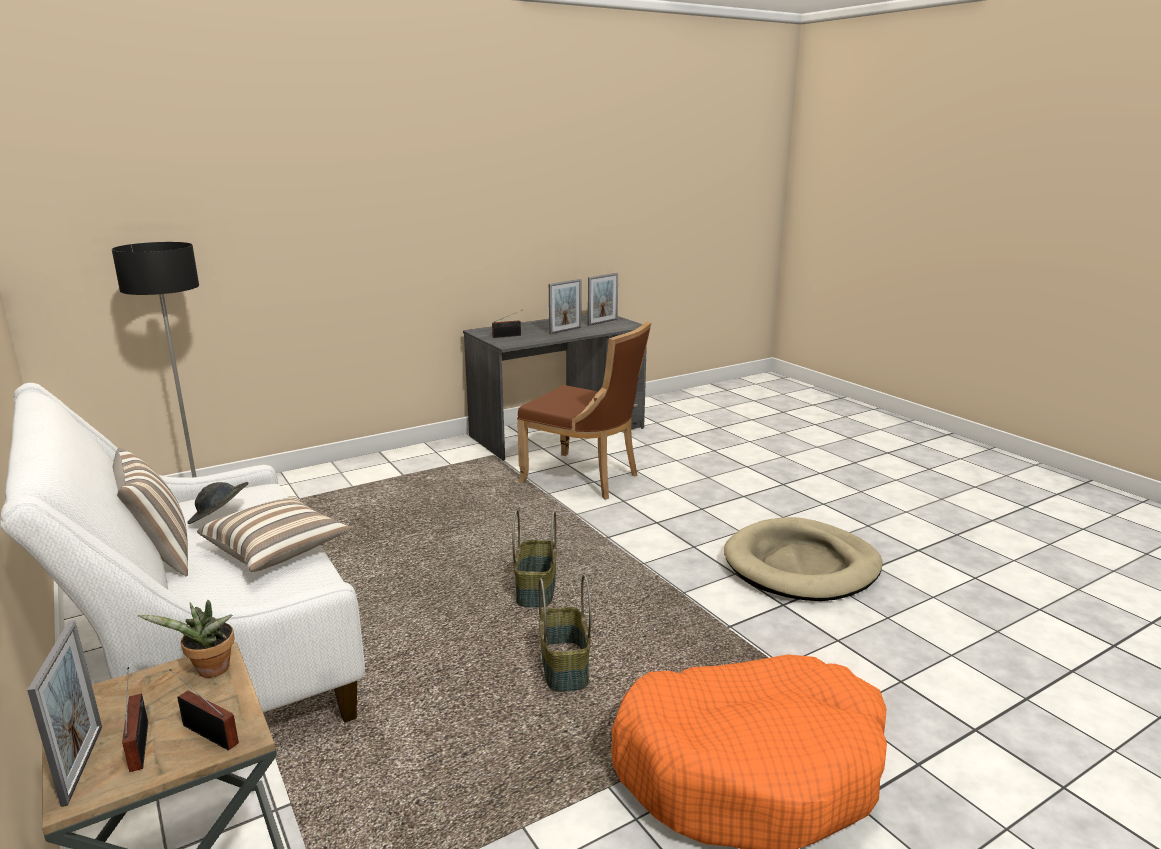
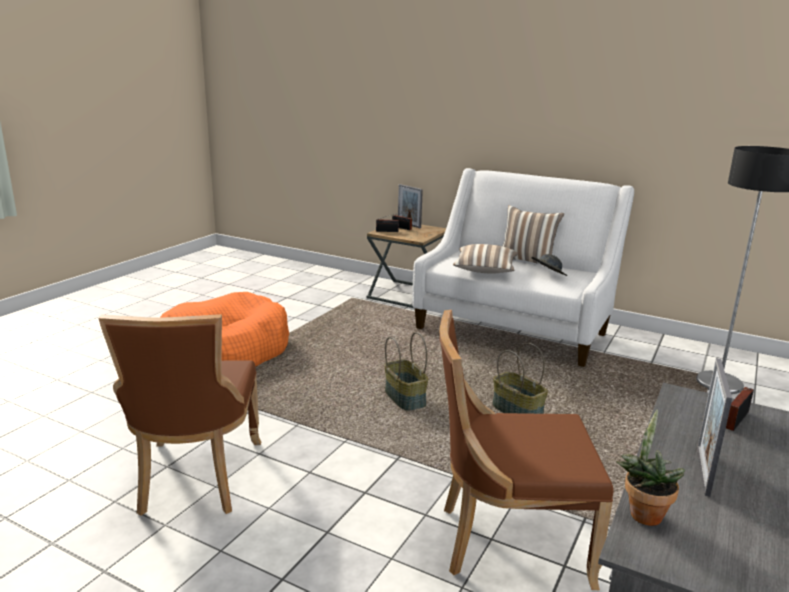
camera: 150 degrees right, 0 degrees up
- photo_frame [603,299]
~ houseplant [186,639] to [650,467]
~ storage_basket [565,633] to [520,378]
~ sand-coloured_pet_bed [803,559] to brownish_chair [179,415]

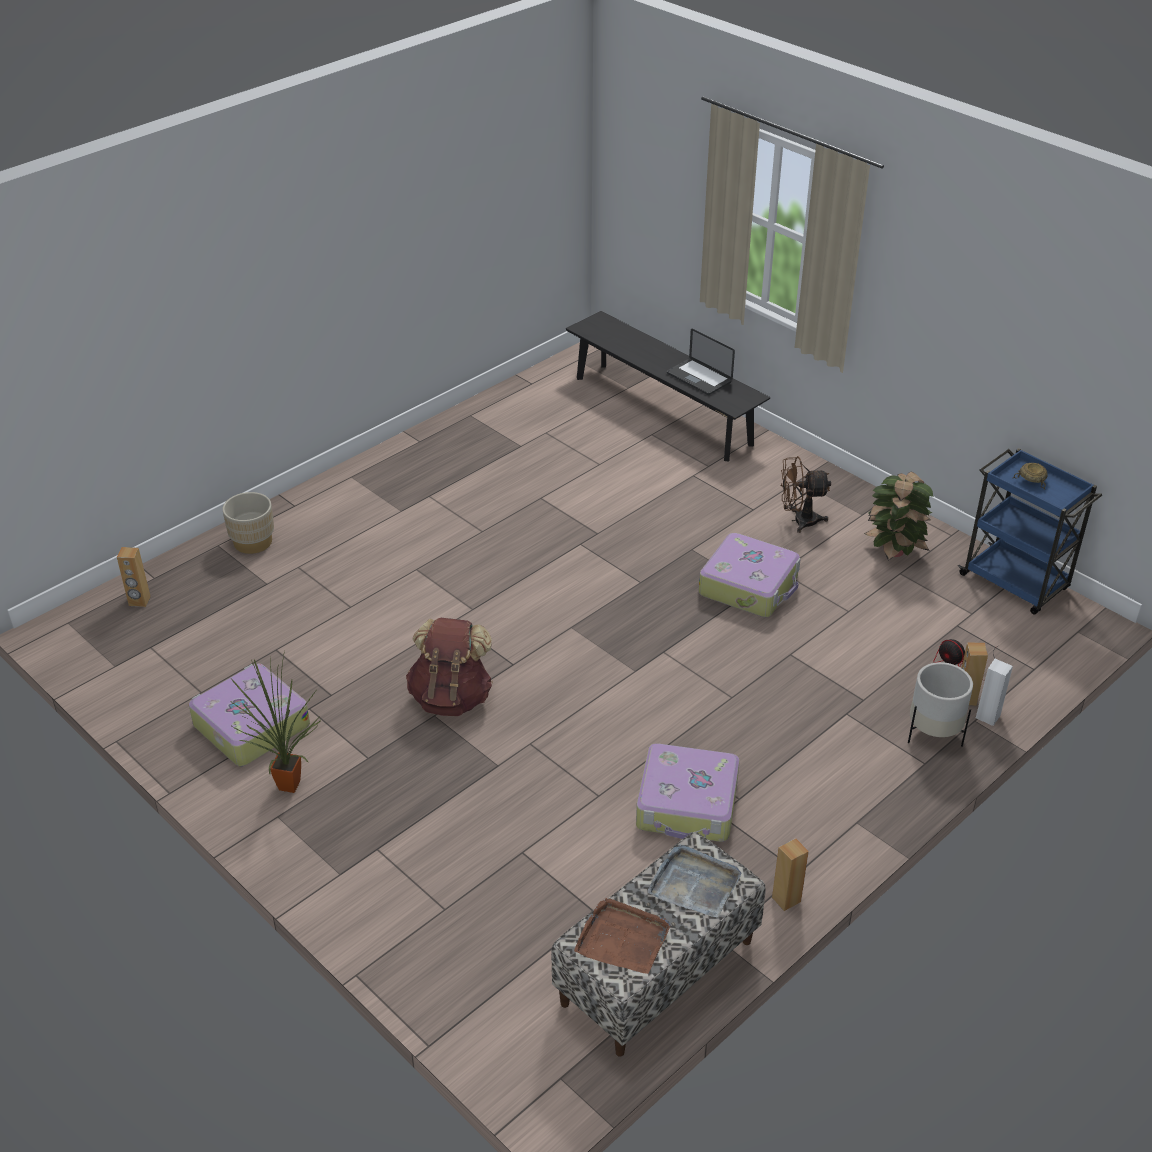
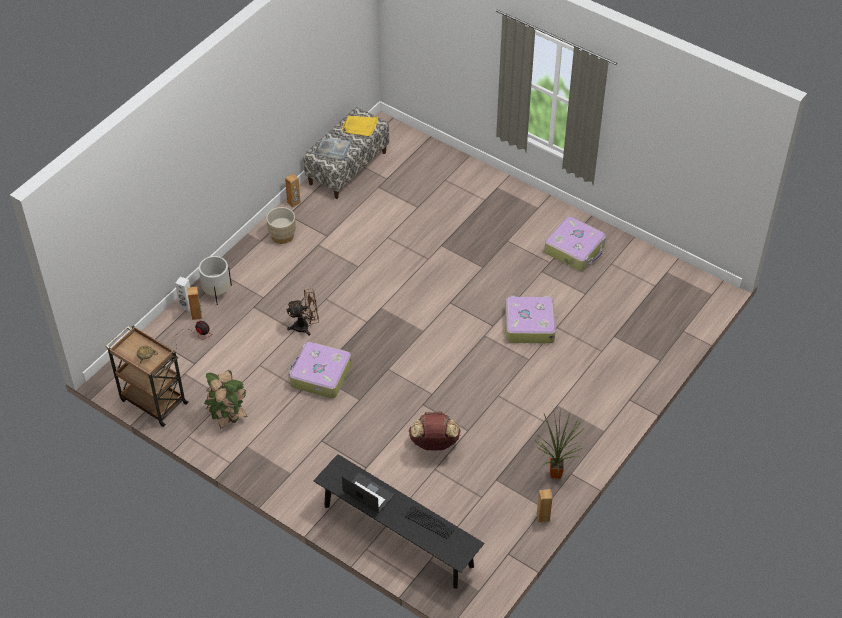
camera: 170 degrees right, 10 degrees up
+ keyboard [429,523]
~ brownish_loudspeaker [134,577] to [544,505]
~ sand-coloured_planter [248,523] to [281,225]
~ houseplant [275,722] to [560,442]
~ brownish_rucksack [449,667] to [435,430]
~ piece_of_luggage [688,792] to [530,319]
~ brownish_electric_fan [806,494] to [302,312]
~ brownish_carrying_tray [622,936] to yellow_carrying_tray [360,126]
~ blue-coloured_cart [1030,531] to brownish_cart [147,376]

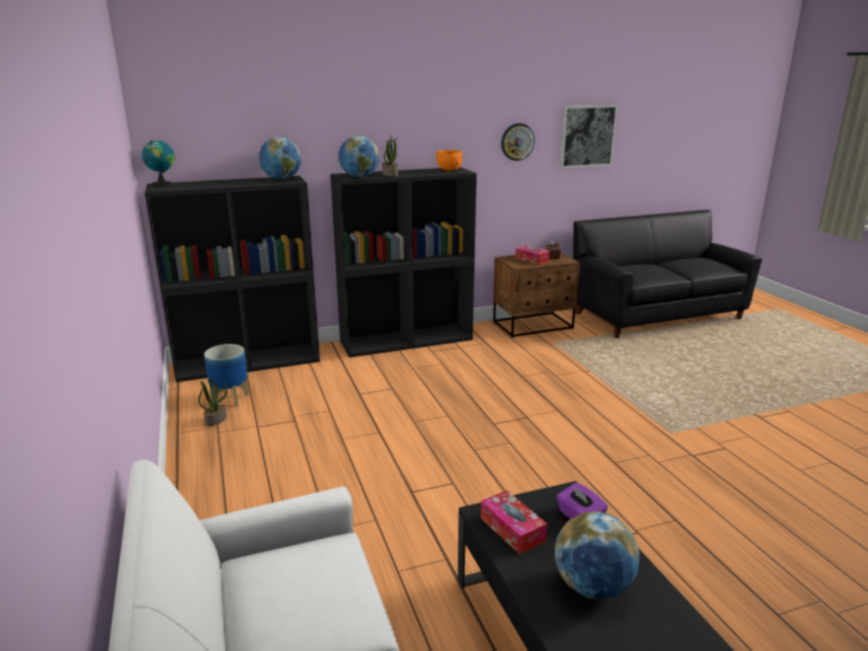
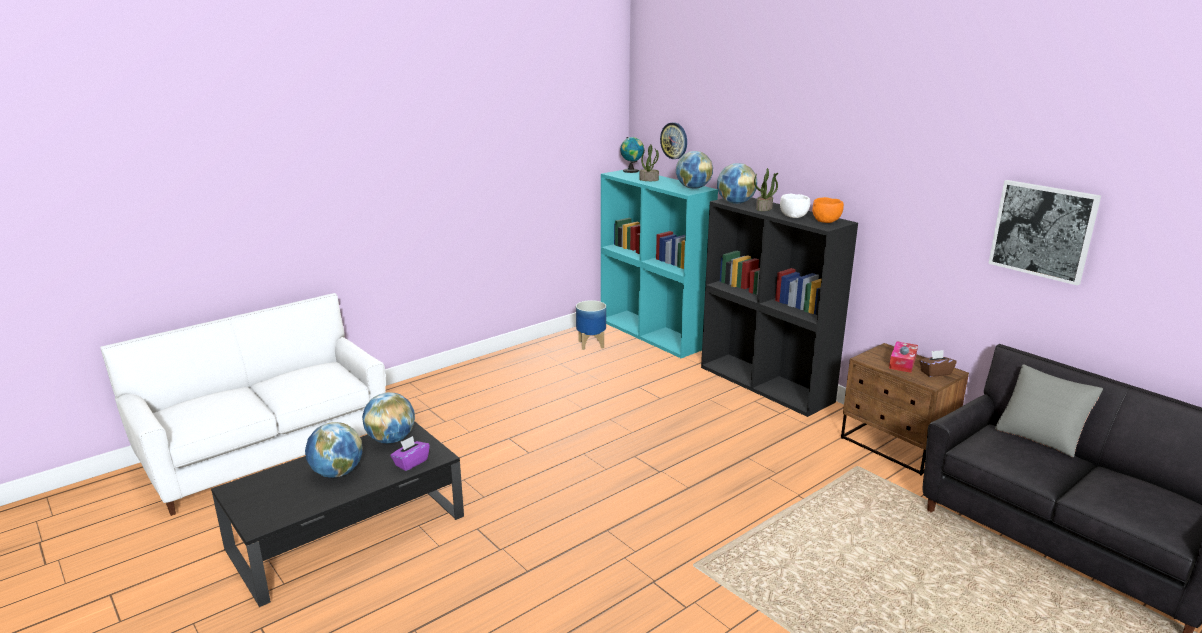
camera: 70 degrees right, 0 degrees up
+ white-coloured_deep_dish [795,206]
+ gray_throw_pillow [1049,411]
~ houseplant [213,402] to [649,163]
~ hanging_clock [518,142] to [673,140]
~ box_of_tissues [513,522] to world_globe [388,417]
~ black-coloured_bookshelf [232,279] to turquoise_bookshelf [659,264]

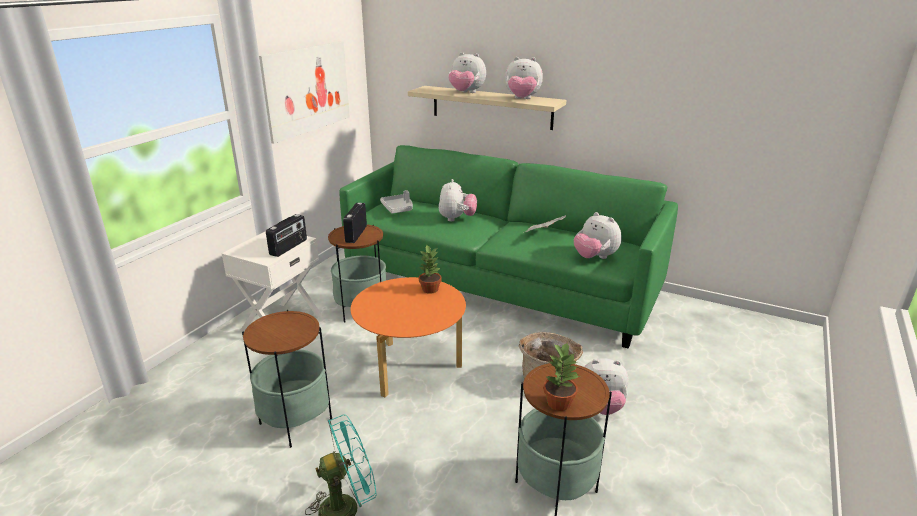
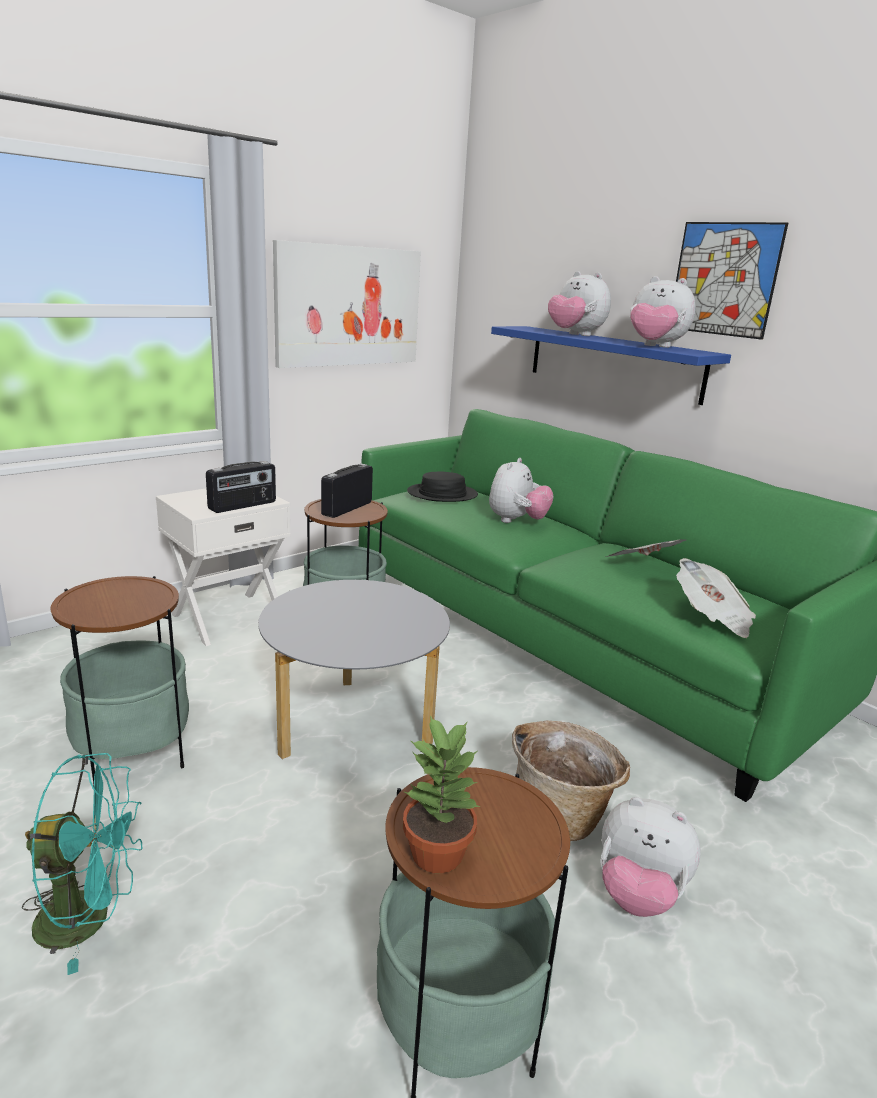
camera: 20 degrees right, 5 degrees down
- houseplant [430,269]
+ picture [732,281]
~ gray_carrying_tray [396,201] to black-coloured_clothing_hat [442,487]
~ soft_toy [598,235] to printed_paper [716,598]
~ orange_lounge_table [408,337] to gray_lounge_table [354,669]
~ sand-coloured_bracket_shelf [487,108] to blue-coloured_bracket_shelf [611,365]

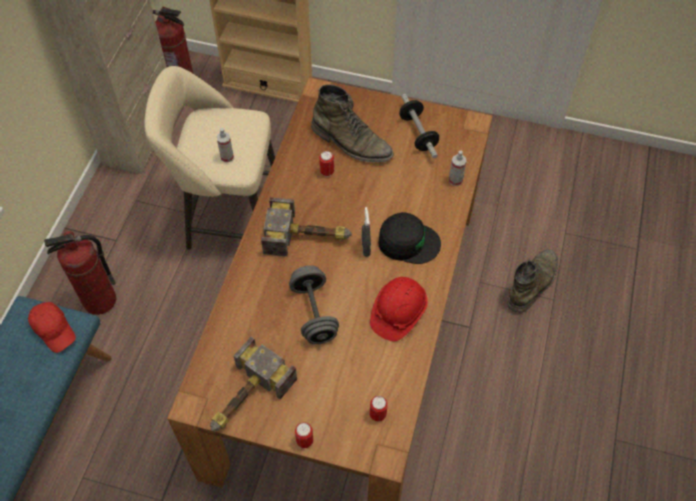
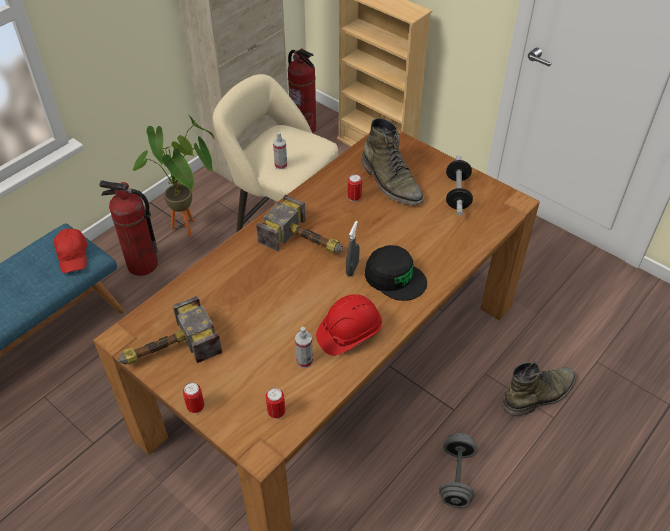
camera: 25 degrees right, 10 degrees down
+ houseplant [173,176]
~ gray_dumbbell [314,304] to [458,470]
~ hand_sprayer [458,168] to [304,347]

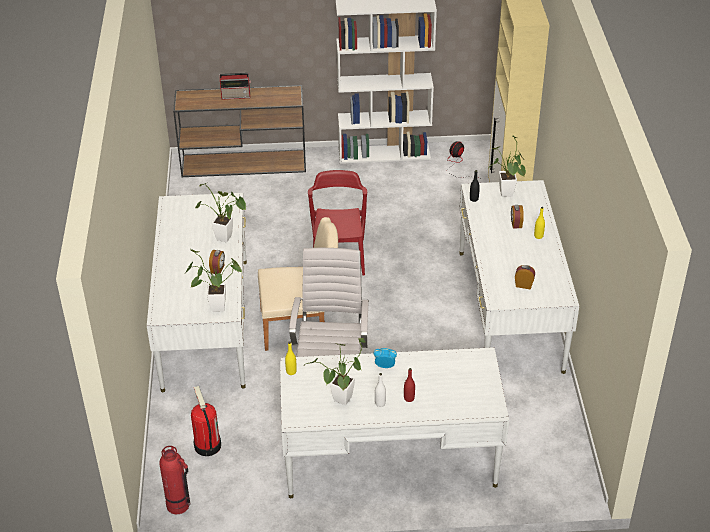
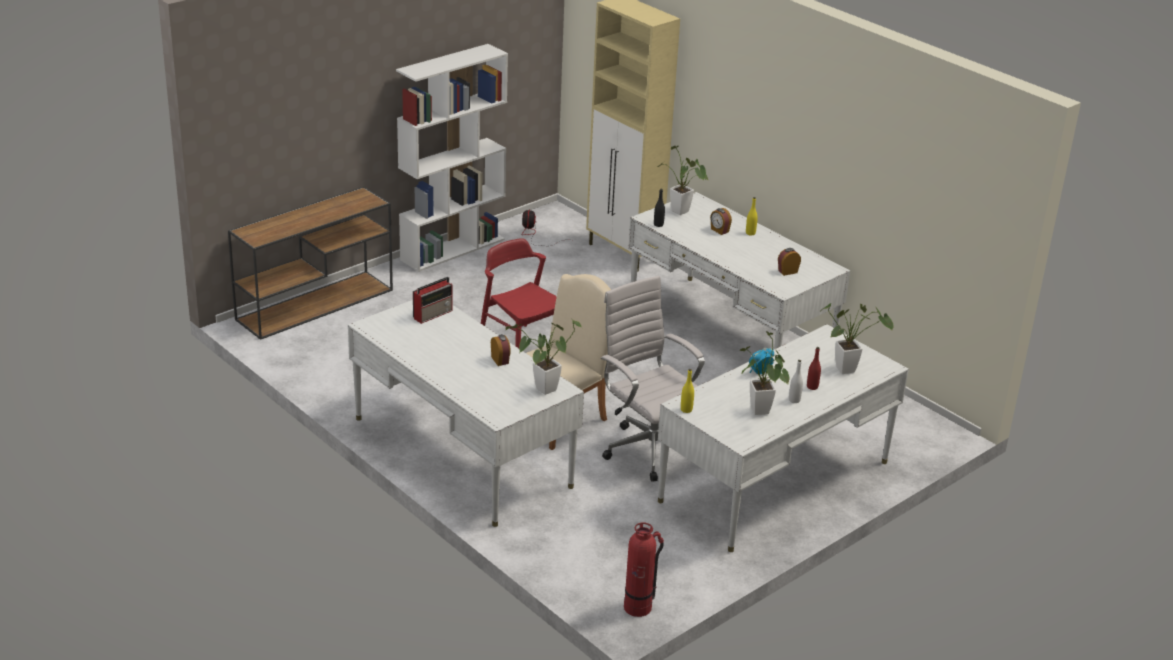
camera: 40 degrees left, 10 degrees down
- extinguisher [206,421]
~ houseplant [220,212] to [856,338]
~ radio_receiver [235,86] to [433,300]

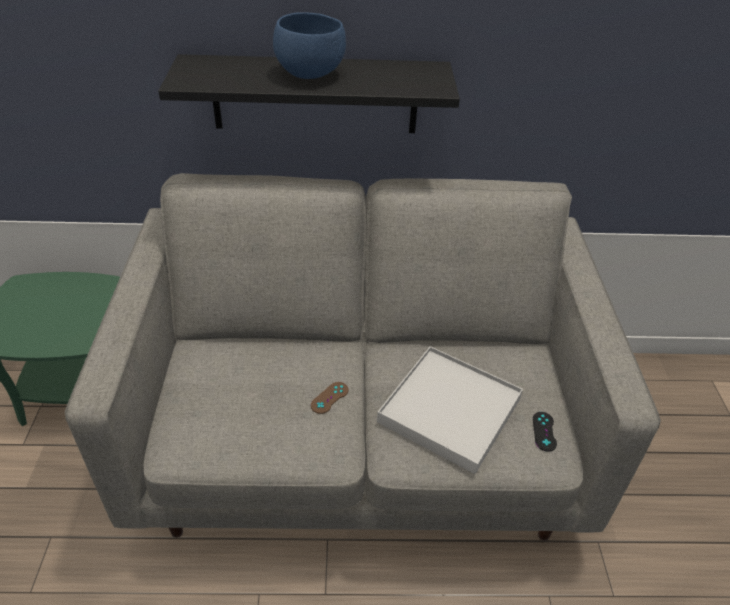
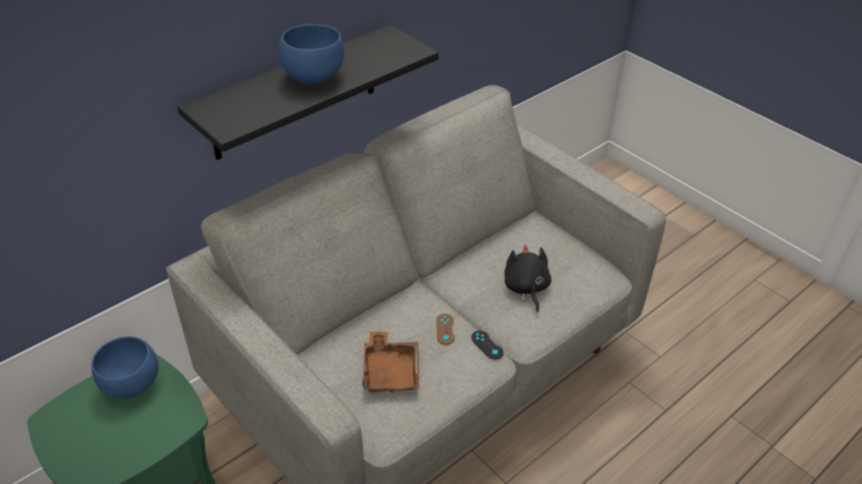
camera: 40 degrees left, 0 degrees up
+ blue-coloured_deep_dish [125,367]
+ brownish_carrying_tray [391,362]
~ black-coloured_gamepad [545,432] to [487,345]
~ white-coloured_carrying_tray [450,410] to black-coloured_soft_toy [528,278]

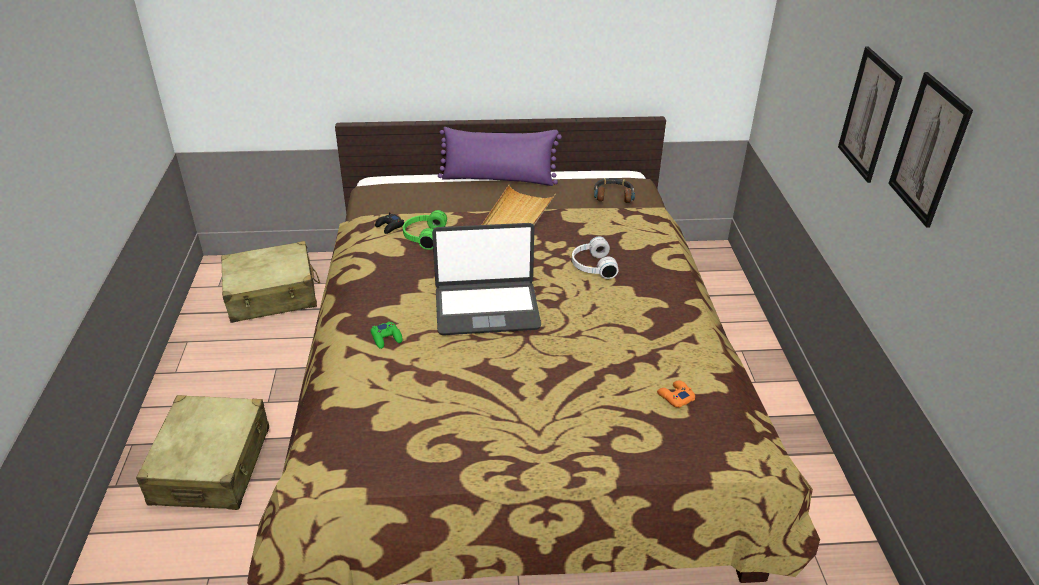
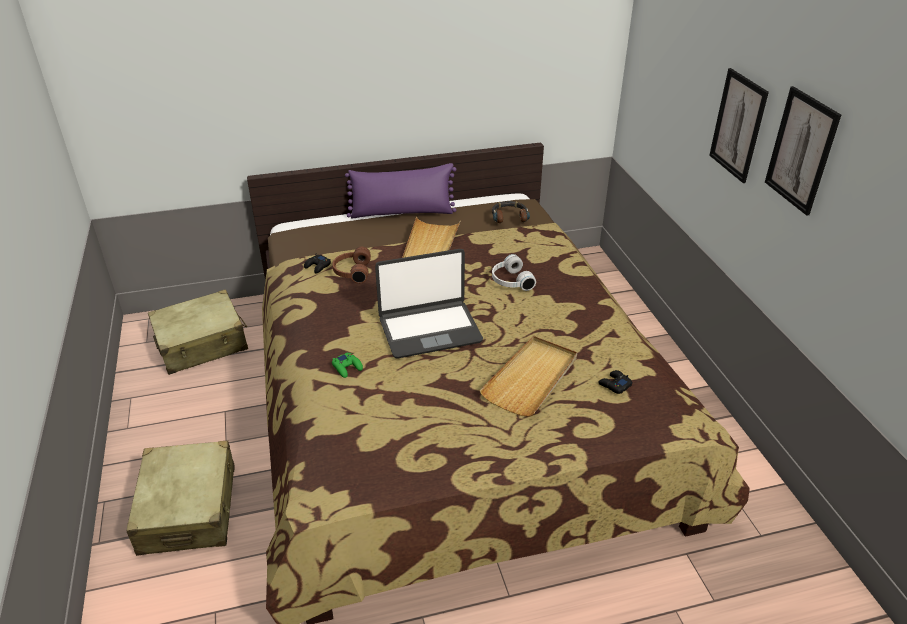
camera: 10 degrees left, 0 degrees up
+ sand-coloured_carrying_tray [528,376]
~ greenish_pair_of_headphones [425,230] to brownish_pair_of_headphones [351,265]
~ orange_gamepad [676,394] to black-coloured_gamepad [615,382]

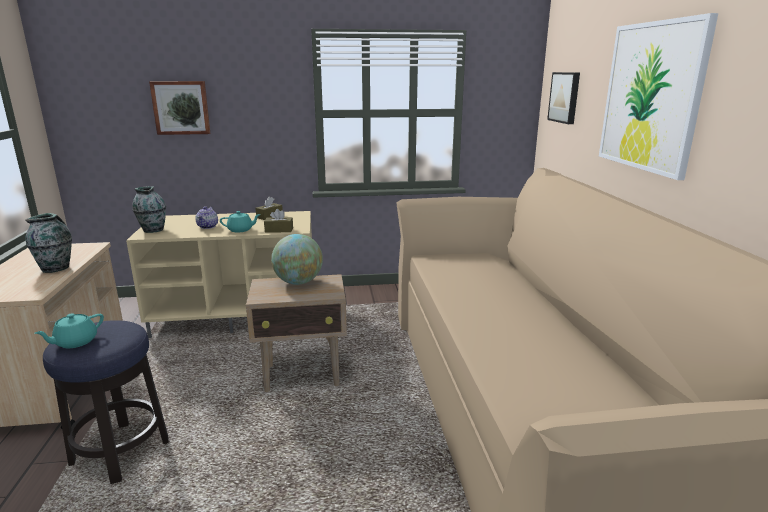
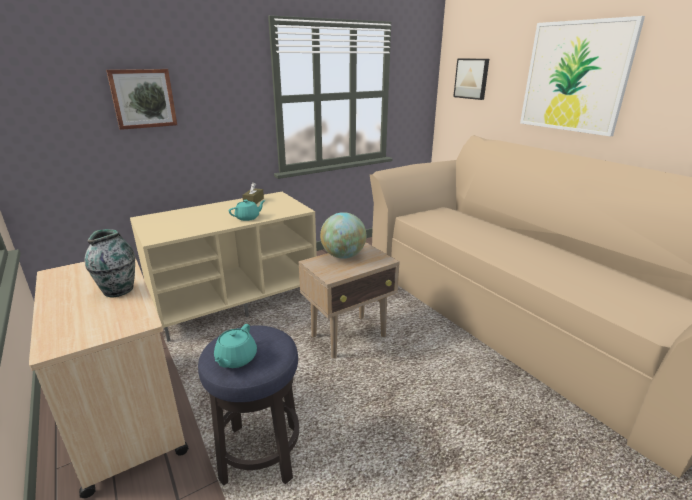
camera: 25 degrees left, 5 degrees up
- decorative_vase [149,209]
- pot_for_tea [206,217]
- brownish_box_of_tissues [278,221]

